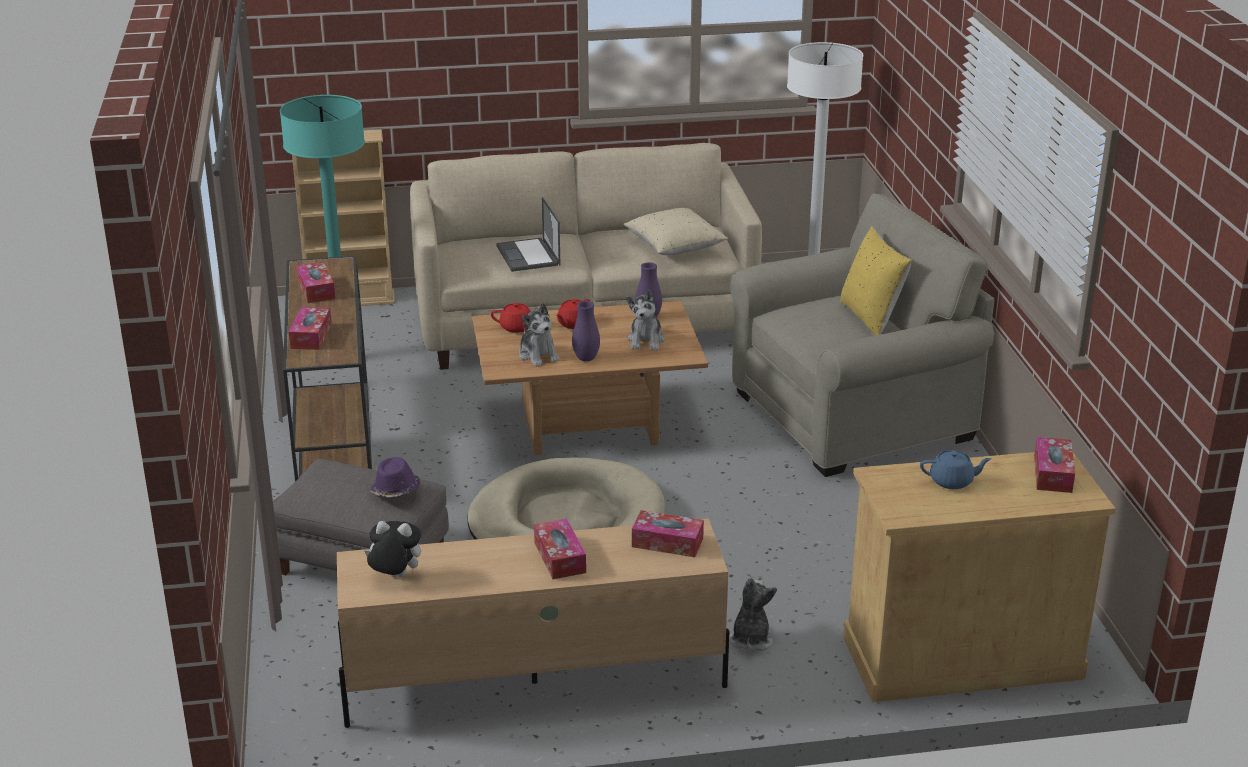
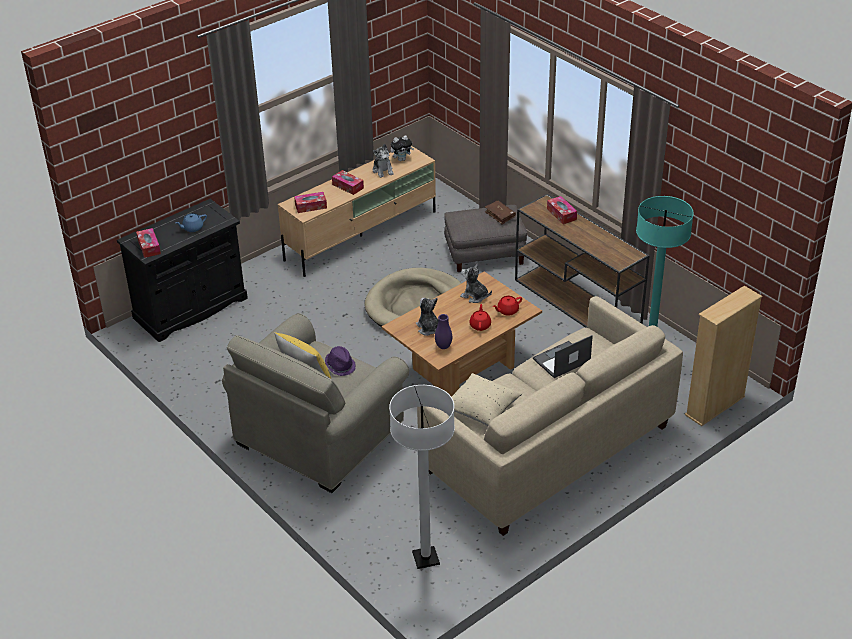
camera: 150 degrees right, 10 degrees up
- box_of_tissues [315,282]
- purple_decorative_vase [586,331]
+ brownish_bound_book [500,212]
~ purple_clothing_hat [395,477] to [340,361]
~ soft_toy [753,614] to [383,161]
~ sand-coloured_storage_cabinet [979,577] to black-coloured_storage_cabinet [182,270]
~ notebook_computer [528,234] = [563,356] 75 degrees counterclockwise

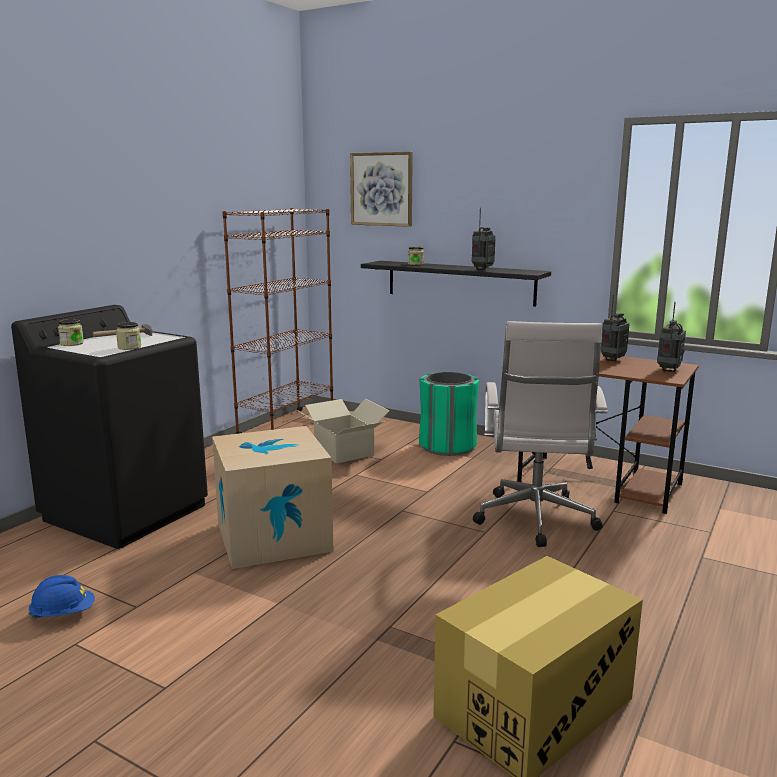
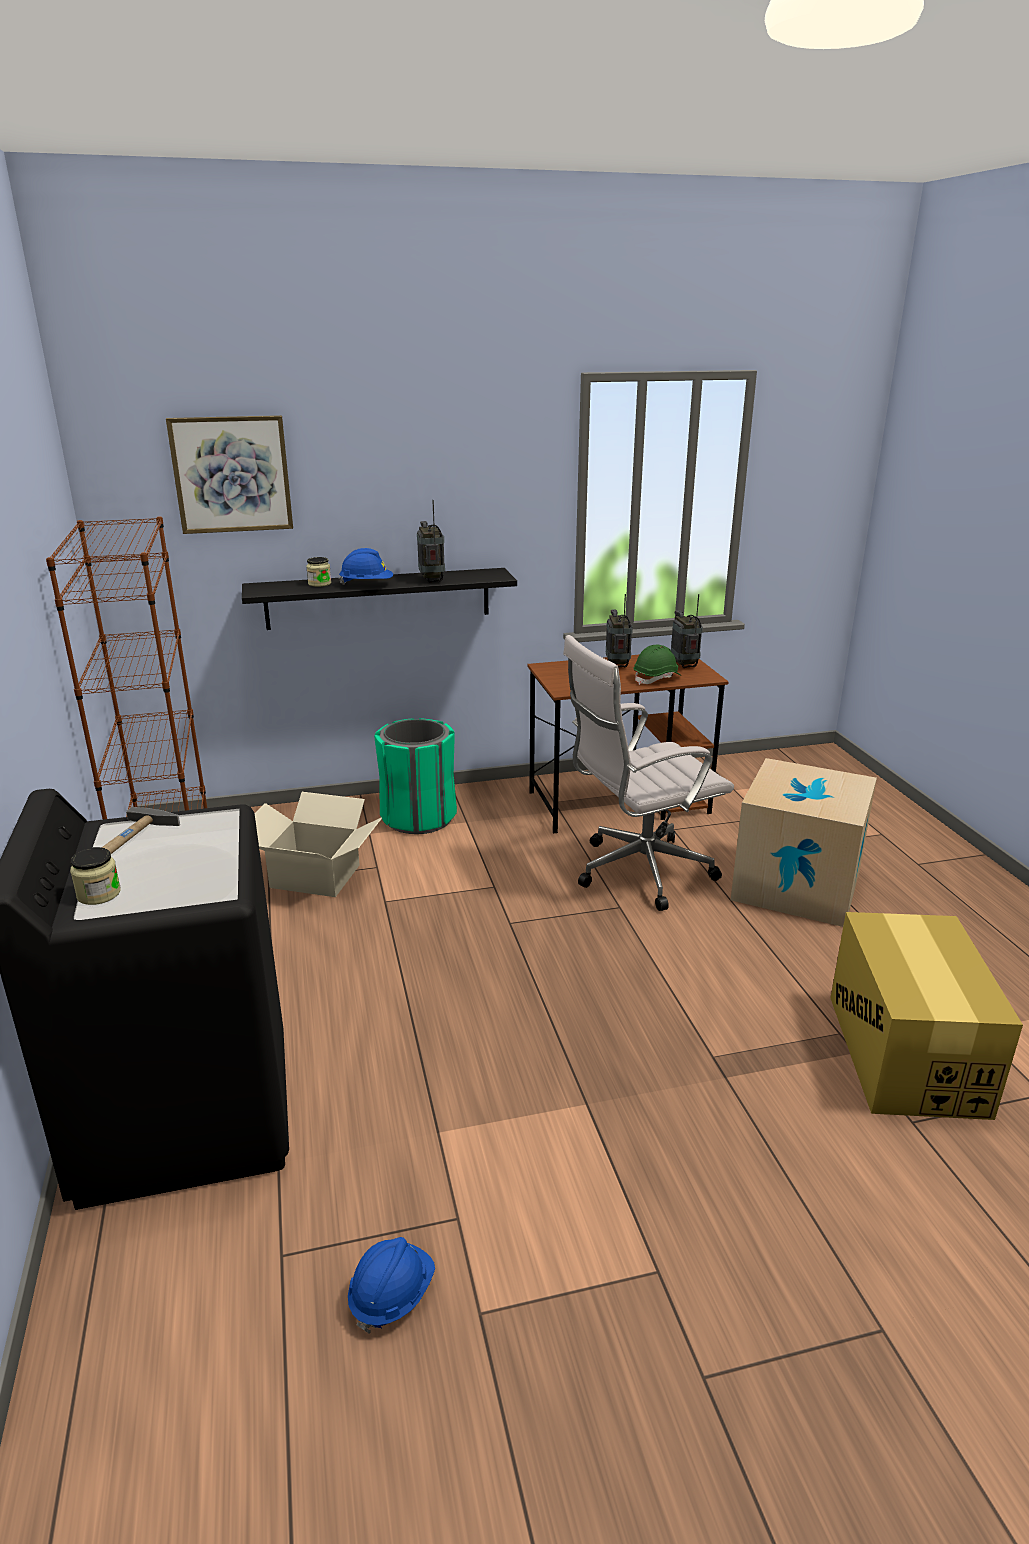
camera: 45 degrees left, 10 degrees up
- preserve_jar [128,336]
+ blue-coloured_work_helmet [366,566]
+ greenish_work_helmet [657,664]
~ packing_box [273,497] to [804,842]
~ white-coloured_desk_chair [540,434] = [648,773] 105 degrees clockwise

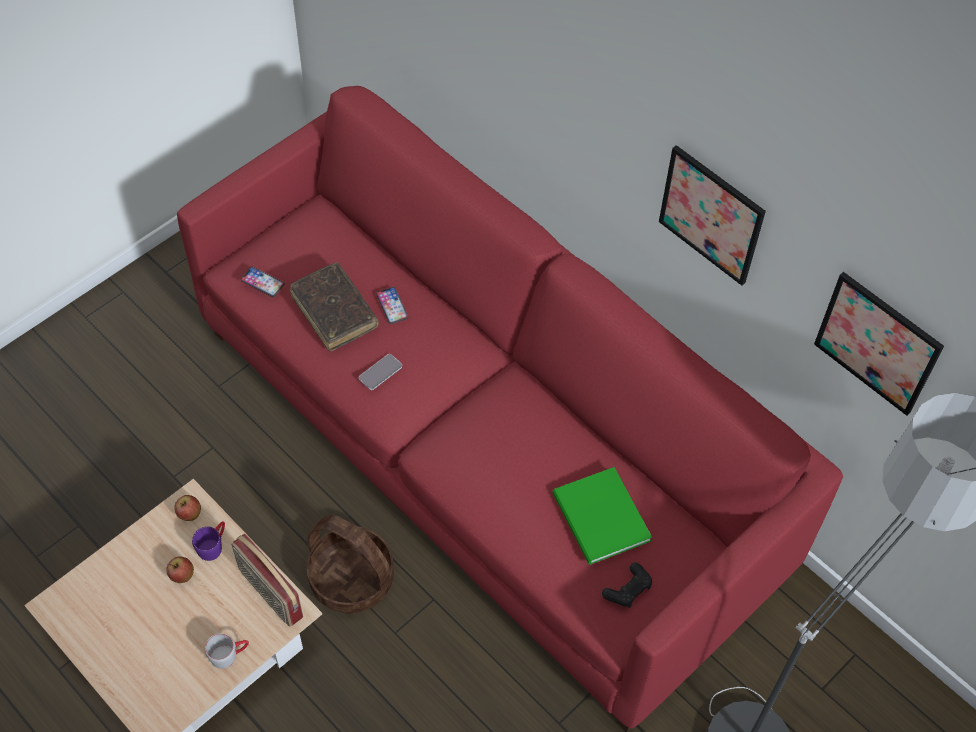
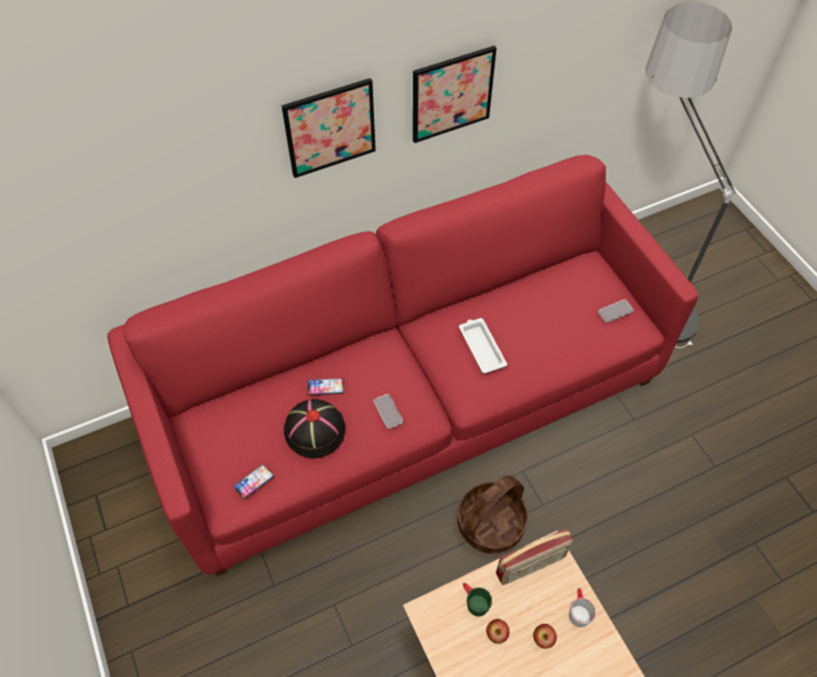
camera: 70 degrees left, 0 degrees up
- greenish_bound_book [602,516]
+ white-coloured_carrying_tray [483,346]
~ apple [187,508] to [545,636]
~ picture [879,344] to [328,128]
~ brownish_bound_book [334,307] to black-coloured_clothing_hat [314,428]
~ black-coloured_gamepad [627,585] to telephone [615,311]
~ purple_mug [208,541] to greenish_mug [477,599]

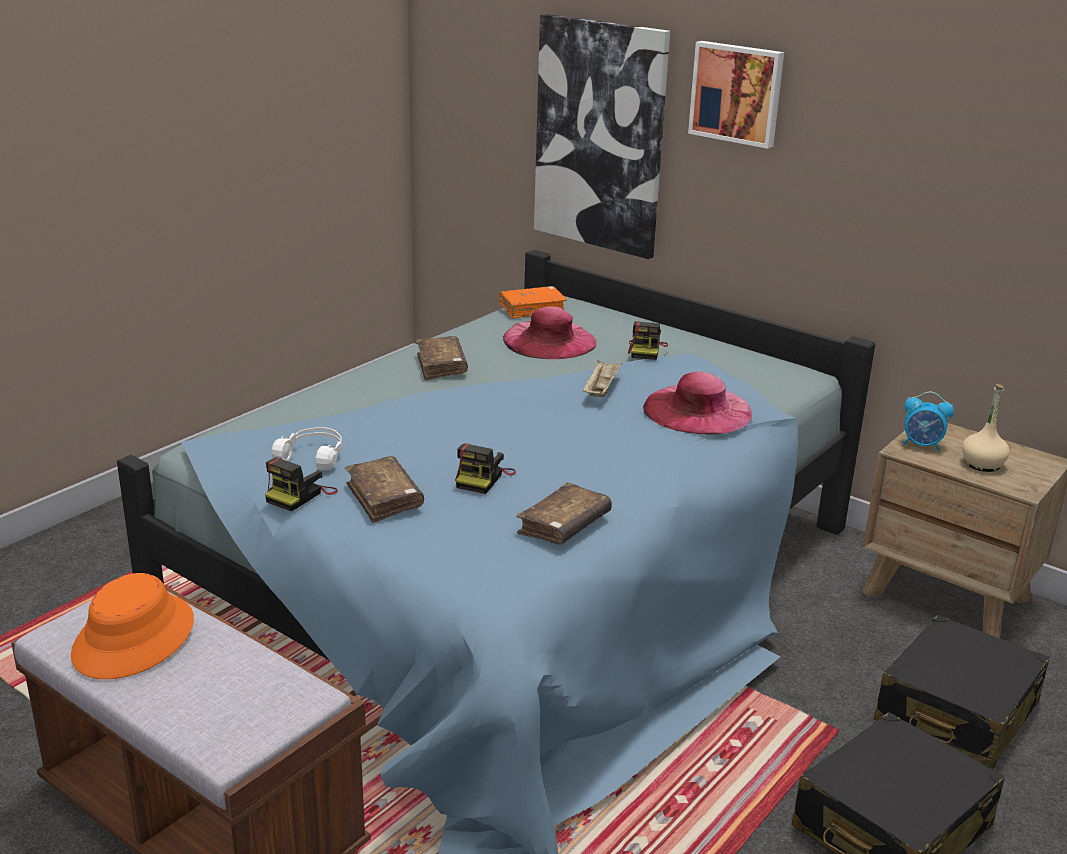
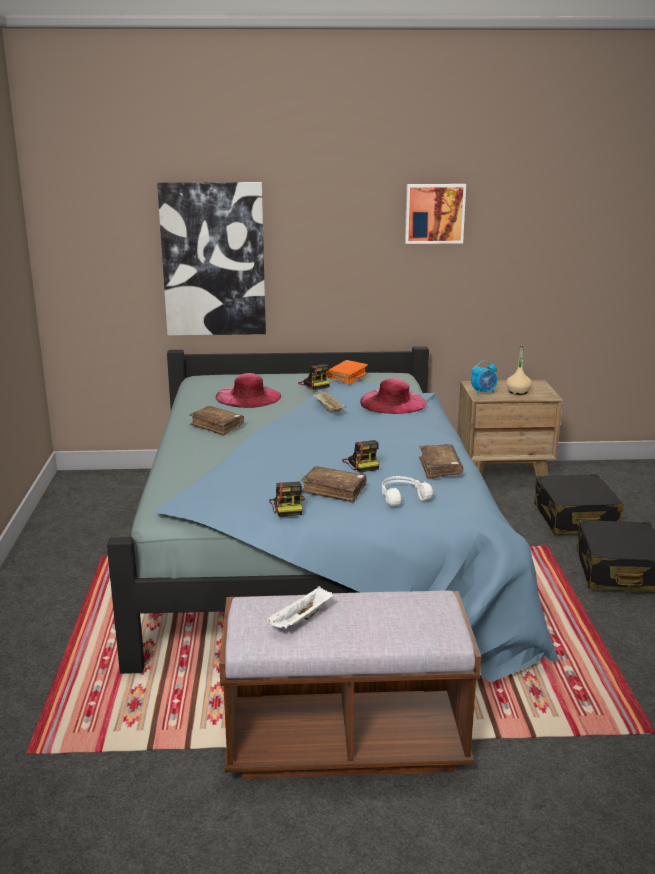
camera: 40 degrees left, 5 degrees down
~ white-coloured_pair_of_headphones [306,448] to [407,491]
~ orange_bound_book [533,302] to [347,372]
~ picture [736,95] to [435,214]
~ orange_clothing_hat [132,626] to white-coloured_carrying_tray [299,607]

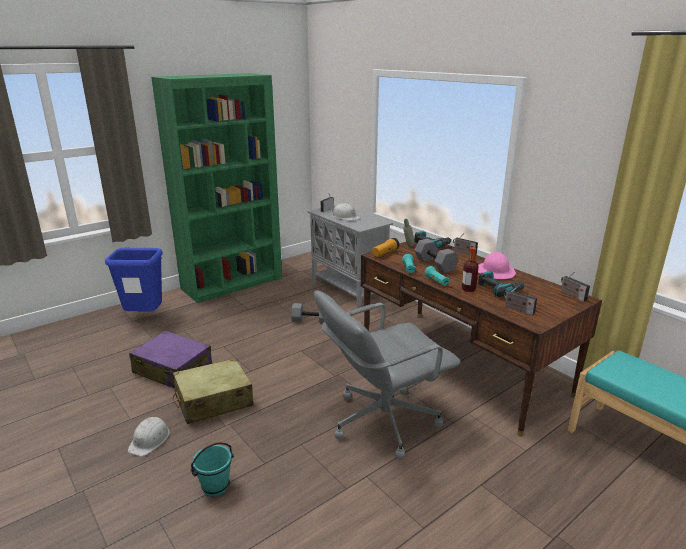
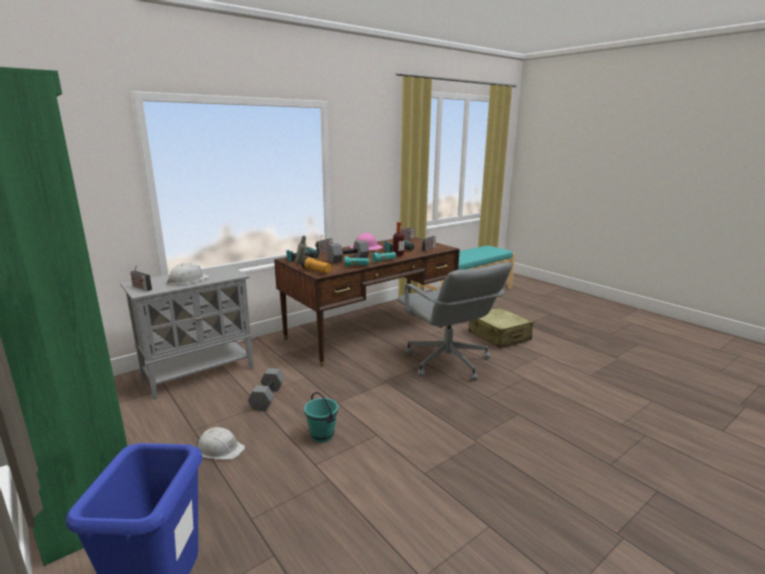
camera: 90 degrees left, 5 degrees down
- purple_piece_of_luggage [170,360]
~ white-coloured_work_helmet [149,436] to [220,443]
~ sand-coloured_piece_of_luggage [213,391] to [501,327]
~ turquoise_water_bucket [212,469] to [321,417]

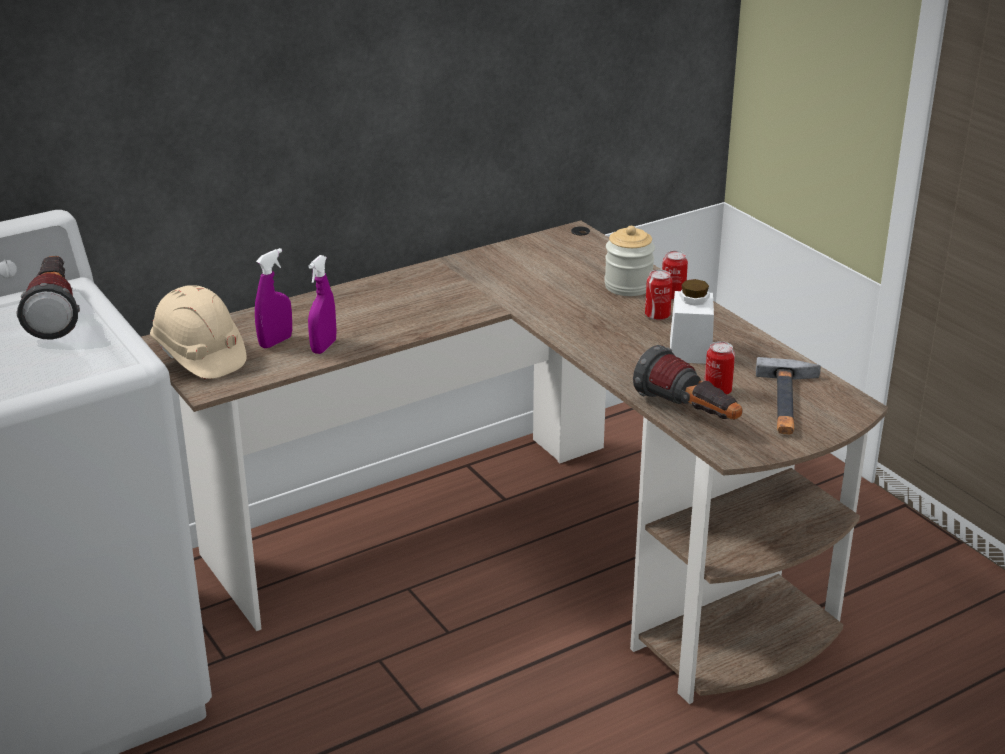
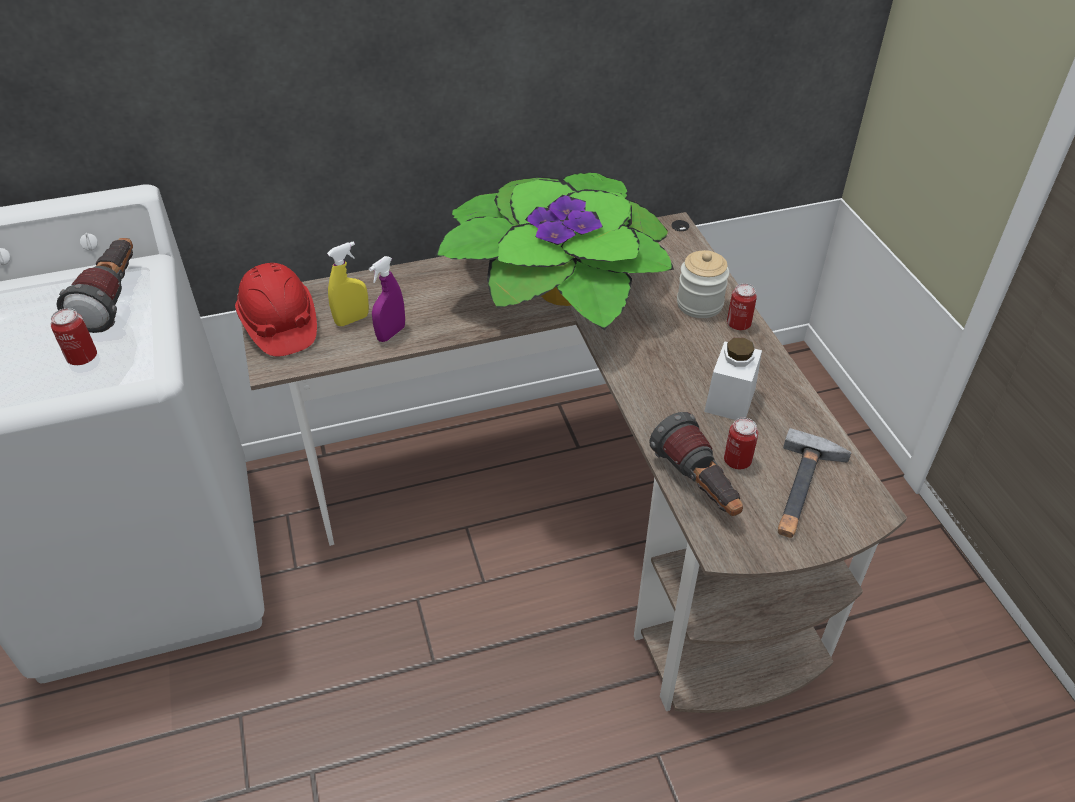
camera: 15 degrees right, 15 degrees up
+ houseplant [554,251]
~ sealed_can [658,295] to [74,336]
~ sand-coloured_work_helmet [198,332] to red_work_helmet [276,309]
~ purple_hand_sprayer [273,298] to yellow_hand_sprayer [348,283]

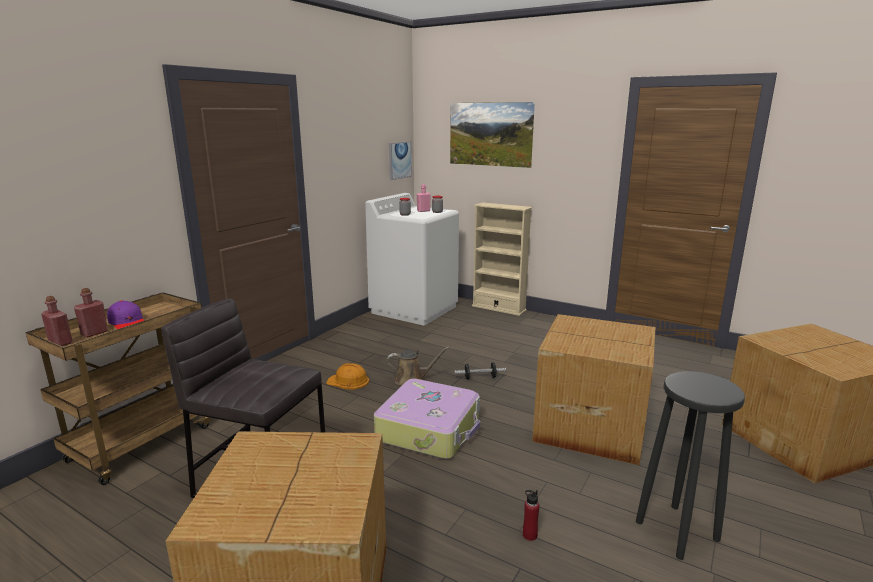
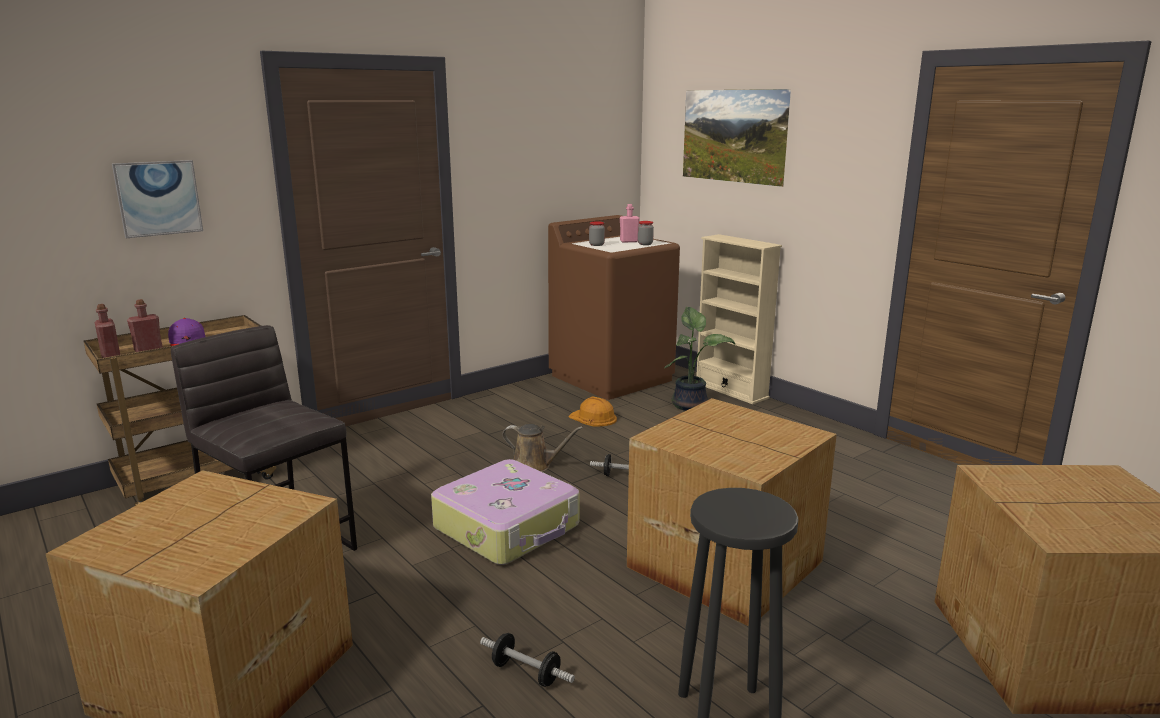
camera: 20 degrees right, 0 degrees up
+ houseplant [699,359]
~ orange_work_helmet [347,376] to [592,412]
~ picture [400,160] to [157,199]
~ red_beverage_bottle [531,515] to dumbbell [527,660]
~ white-coloured_washing_machine [412,259] to brownish_washing_machine [614,307]

